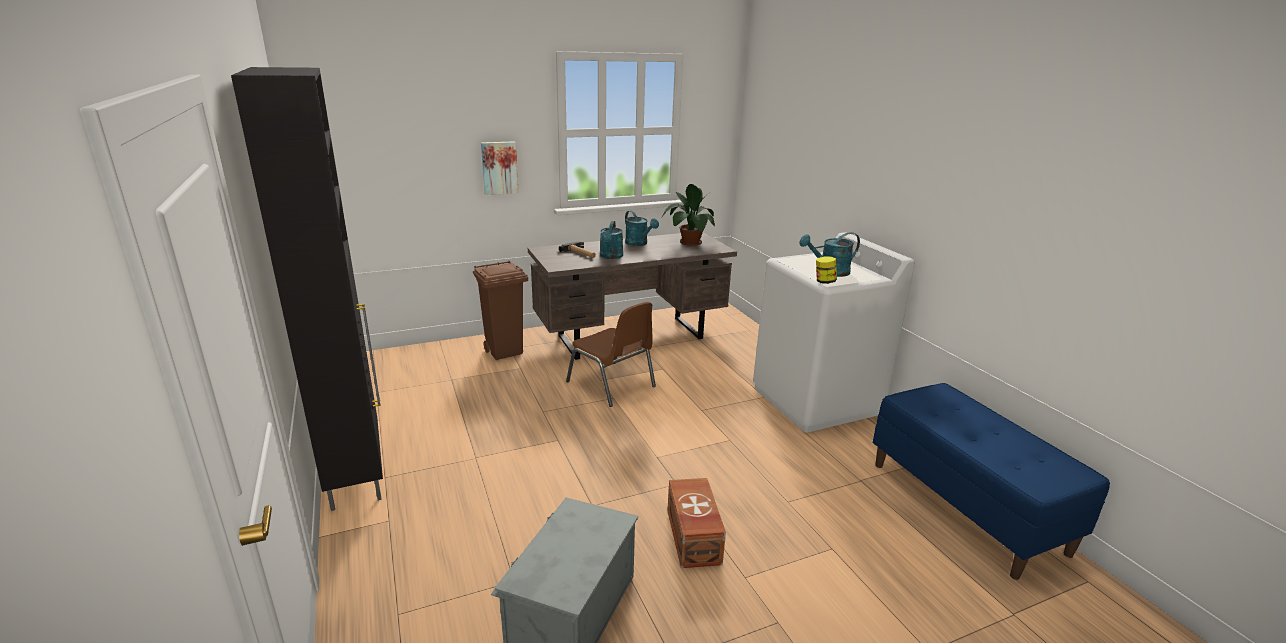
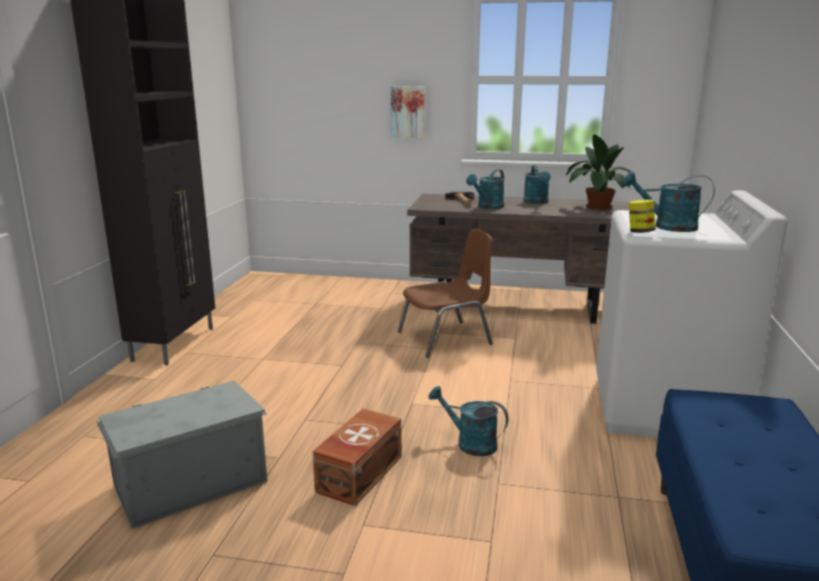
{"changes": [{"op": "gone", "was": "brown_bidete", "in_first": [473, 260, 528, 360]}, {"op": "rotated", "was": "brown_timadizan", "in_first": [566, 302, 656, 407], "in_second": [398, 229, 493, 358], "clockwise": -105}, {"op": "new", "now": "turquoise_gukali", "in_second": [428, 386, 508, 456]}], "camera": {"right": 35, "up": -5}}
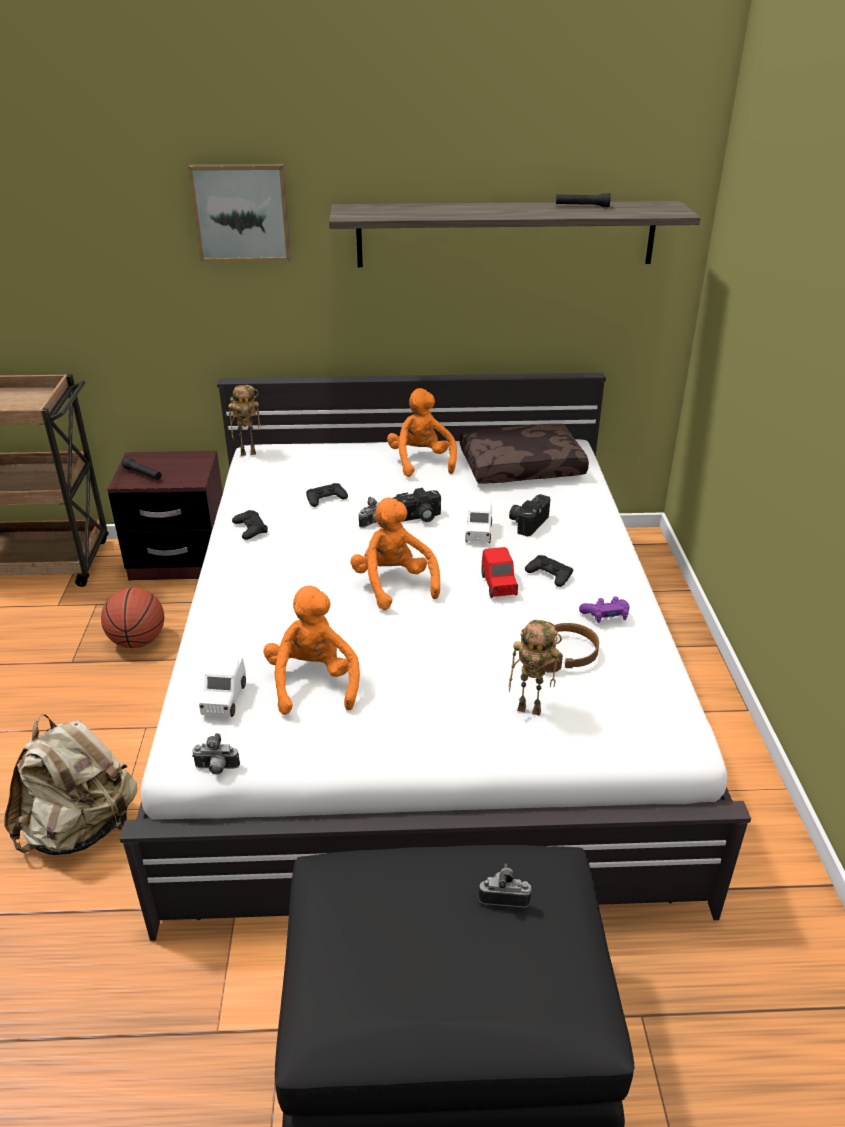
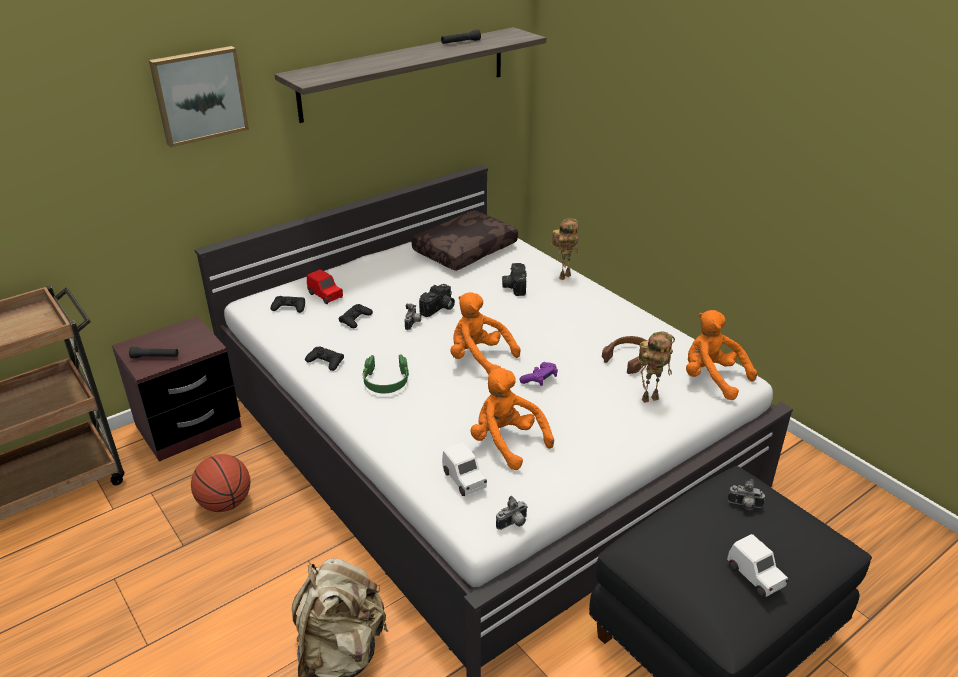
{"changes": [{"op": "shifted", "was": "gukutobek", "in_first": [228, 385, 261, 456], "in_second": [552, 218, 579, 280]}, {"op": "shifted", "was": "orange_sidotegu", "in_first": [387, 388, 457, 477], "in_second": [686, 310, 757, 400]}, {"op": "shifted", "was": "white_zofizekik", "in_first": [465, 498, 492, 543], "in_second": [727, 534, 789, 597]}, {"op": "rotated", "was": "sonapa", "in_first": [479, 864, 532, 907], "in_second": [727, 479, 765, 510], "clockwise": -135}, {"op": "shifted", "was": "red_zofizekik", "in_first": [481, 547, 518, 598], "in_second": [307, 269, 343, 304]}, {"op": "shifted", "was": "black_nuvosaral", "in_first": [525, 555, 573, 587], "in_second": [270, 296, 305, 313]}, {"op": "shifted", "was": "purple_nuvosaral", "in_first": [579, 596, 630, 623], "in_second": [520, 362, 558, 386]}, {"op": "new", "now": "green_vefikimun", "in_second": [362, 354, 409, 393]}], "camera": {"right": -35, "up": 0}}
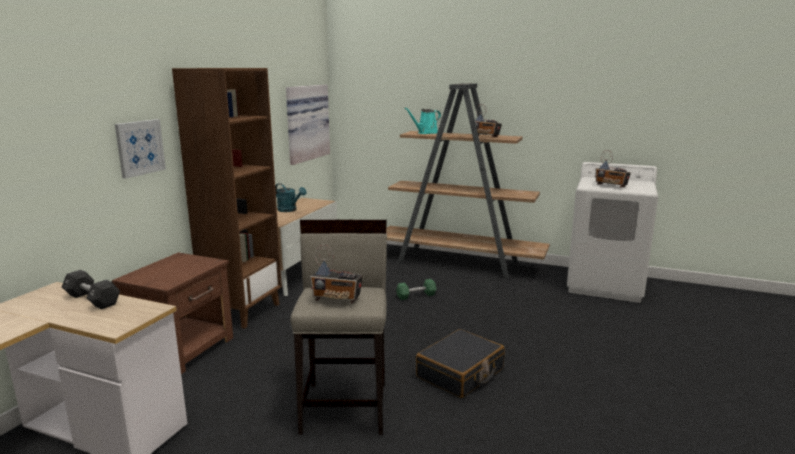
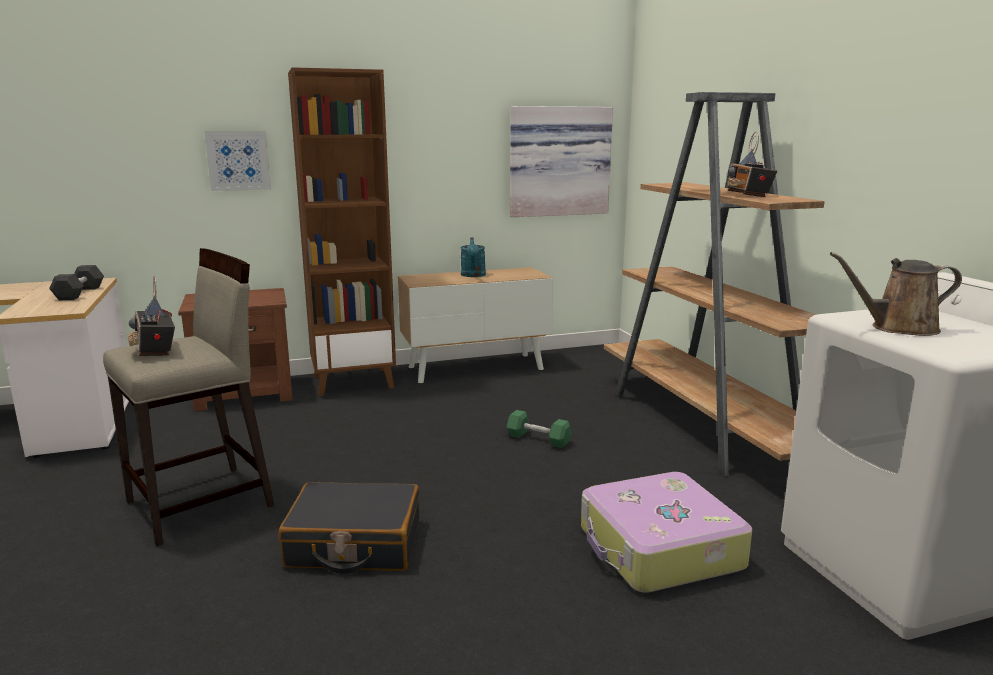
{"changes": [{"op": "gone", "was": "turquoise_gukali", "in_first": [404, 107, 441, 134]}, {"op": "swapped", "was": "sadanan", "now": "brown_gukali", "in_first": [595, 150, 631, 187], "in_second": [830, 252, 962, 336]}, {"op": "new", "now": "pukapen", "in_second": [581, 472, 752, 593]}], "camera": {"right": 50, "up": 0}}
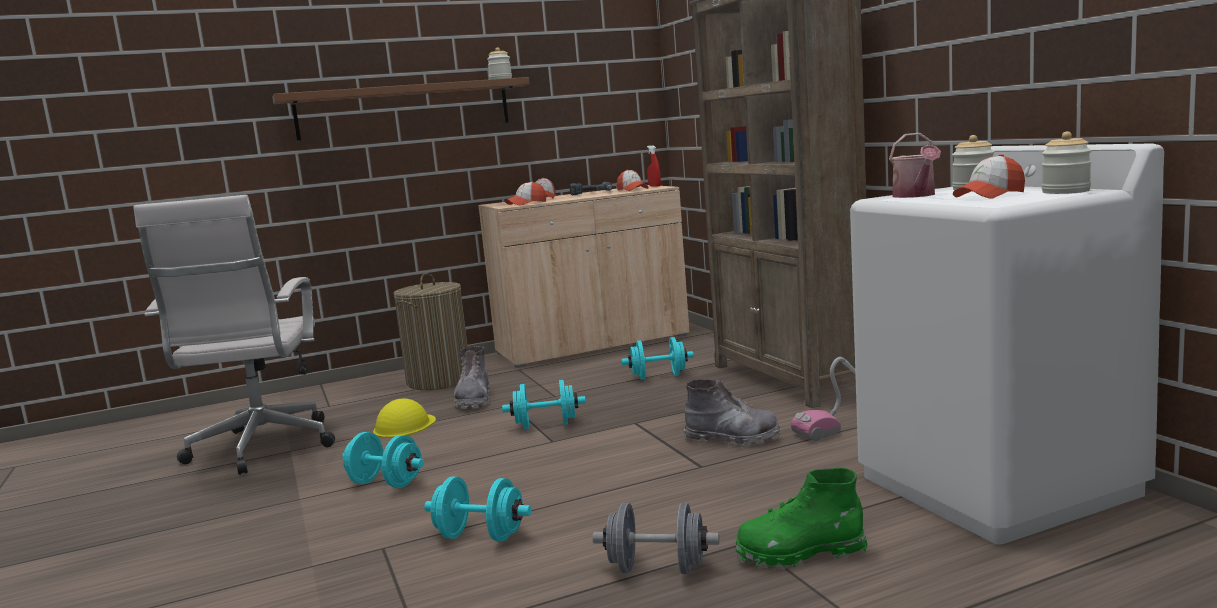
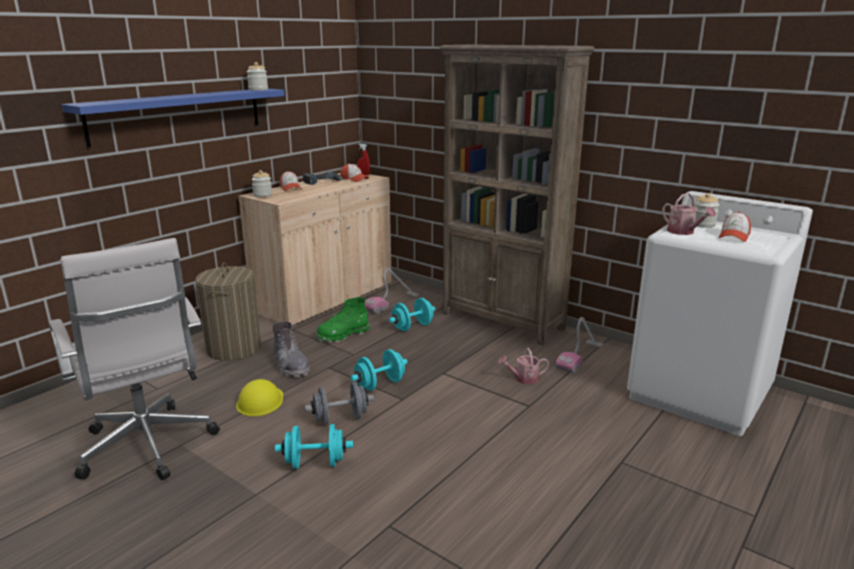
{"changes": [{"op": "repainted", "was": "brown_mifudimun", "now": "blue_mifudimun", "in_first": [272, 77, 530, 141], "in_second": [62, 89, 284, 147]}, {"op": "gone", "was": "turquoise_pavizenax", "in_first": [424, 477, 532, 541]}, {"op": "gone", "was": "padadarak", "in_first": [505, 181, 546, 205]}, {"op": "shifted", "was": "grey_pavizenax", "in_first": [593, 503, 719, 574], "in_second": [305, 382, 374, 425]}, {"op": "swapped", "was": "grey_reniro", "now": "gukali", "in_first": [684, 379, 781, 447], "in_second": [498, 348, 549, 384]}, {"op": "shifted", "was": "green_reniro", "in_first": [735, 468, 868, 570], "in_second": [316, 297, 370, 343]}, {"op": "shifted", "was": "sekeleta", "in_first": [1042, 131, 1092, 194], "in_second": [252, 170, 272, 197]}, {"op": "new", "now": "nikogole", "in_second": [365, 268, 420, 314]}], "camera": {"right": -30, "up": 10}}
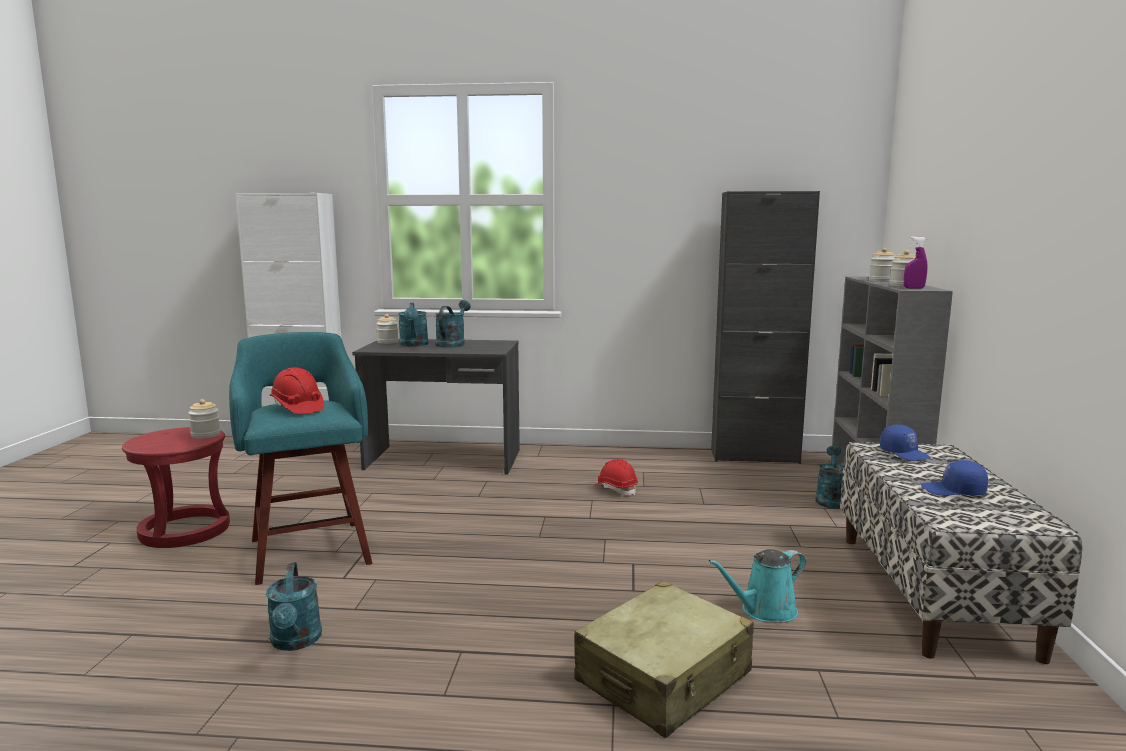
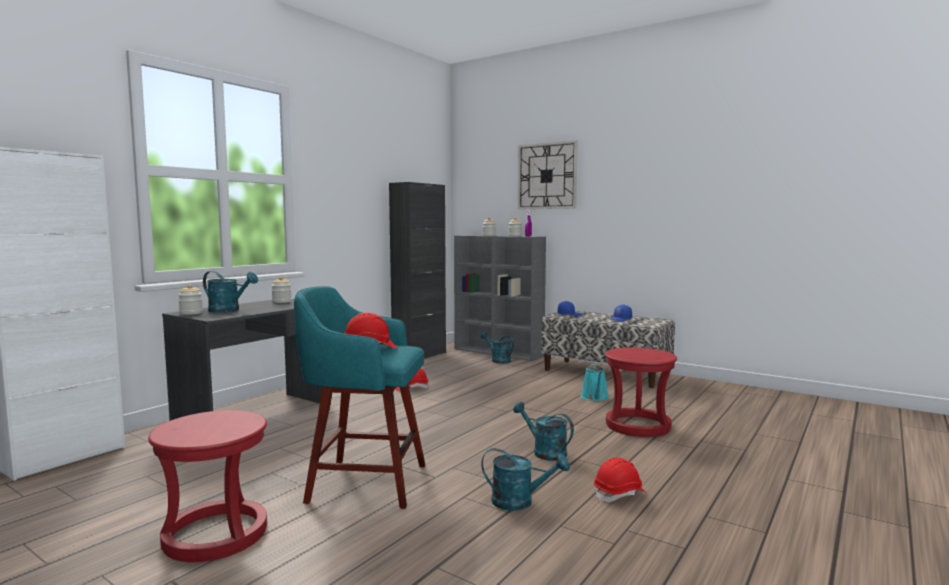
{"changes": [{"op": "shifted", "was": "sekeleta", "in_first": [188, 399, 220, 439], "in_second": [271, 277, 292, 303]}, {"op": "shifted", "was": "turquoise_gukali", "in_first": [435, 300, 471, 348], "in_second": [513, 402, 574, 461]}, {"op": "swapped", "was": "beige_pukapen", "now": "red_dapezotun", "in_first": [574, 581, 754, 738], "in_second": [605, 347, 677, 437]}, {"op": "new", "now": "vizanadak", "in_second": [518, 140, 578, 209]}, {"op": "new", "now": "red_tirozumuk", "in_second": [594, 458, 646, 502]}], "camera": {"right": -60, "up": -5}}
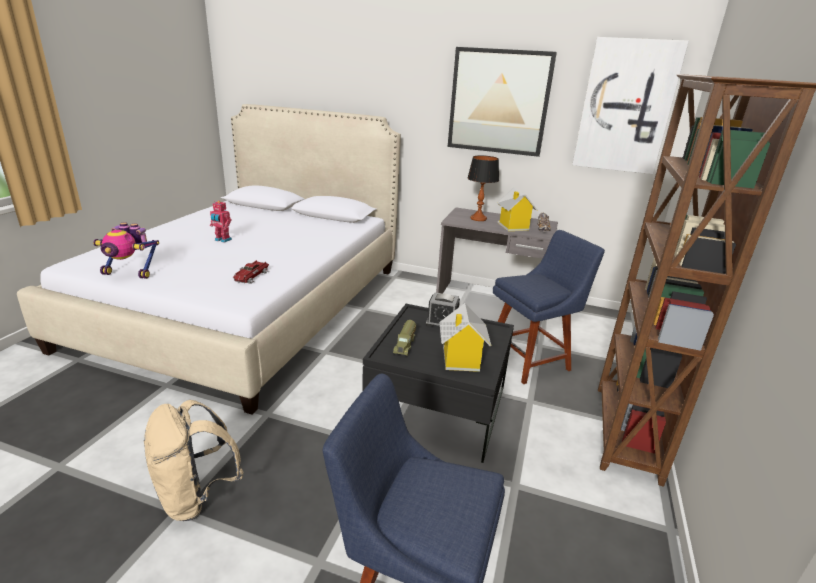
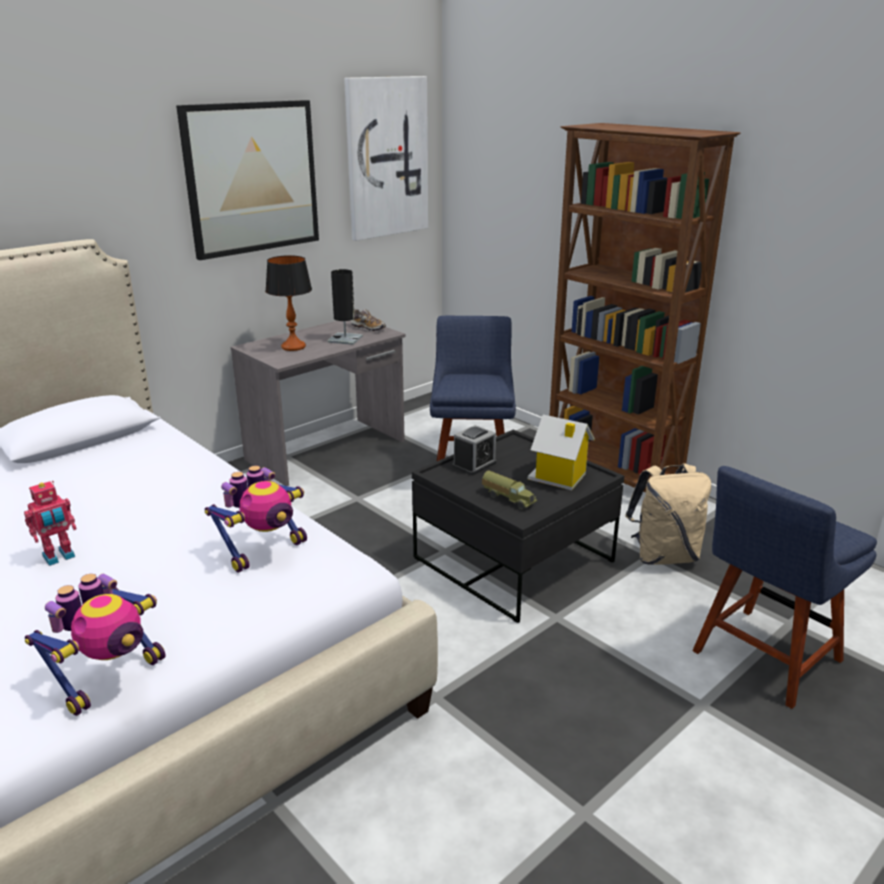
{"changes": [{"op": "shifted", "was": "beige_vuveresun", "in_first": [144, 400, 243, 521], "in_second": [625, 463, 711, 565]}, {"op": "swapped", "was": "zofizekik", "now": "gukutobek", "in_first": [232, 260, 270, 284], "in_second": [205, 466, 307, 573]}, {"op": "swapped", "was": "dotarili", "now": "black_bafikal", "in_first": [497, 188, 538, 231], "in_second": [327, 269, 363, 345]}], "camera": {"right": -60, "up": 0}}
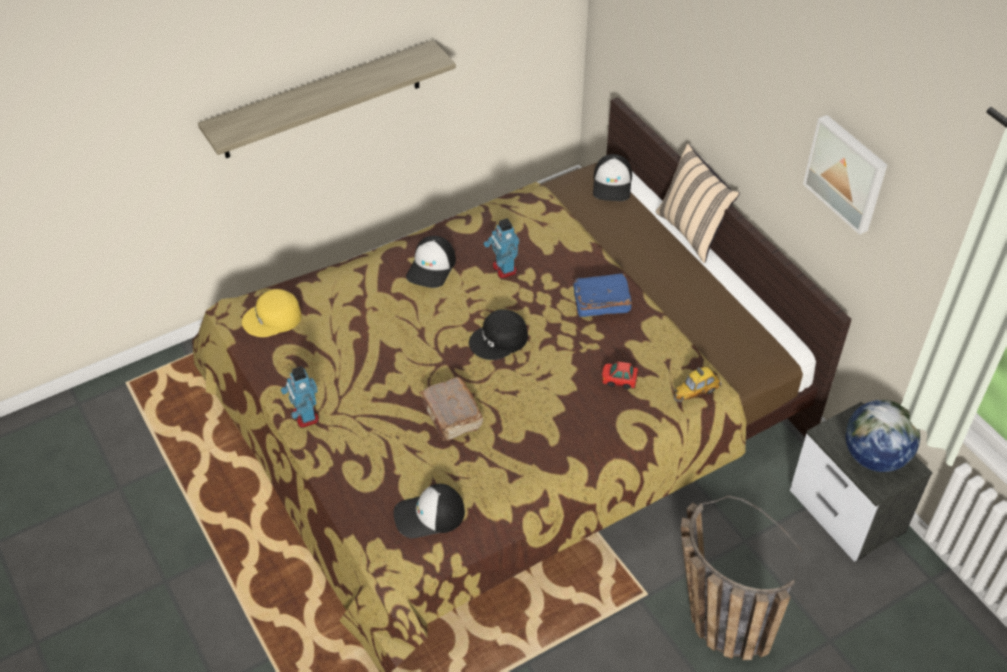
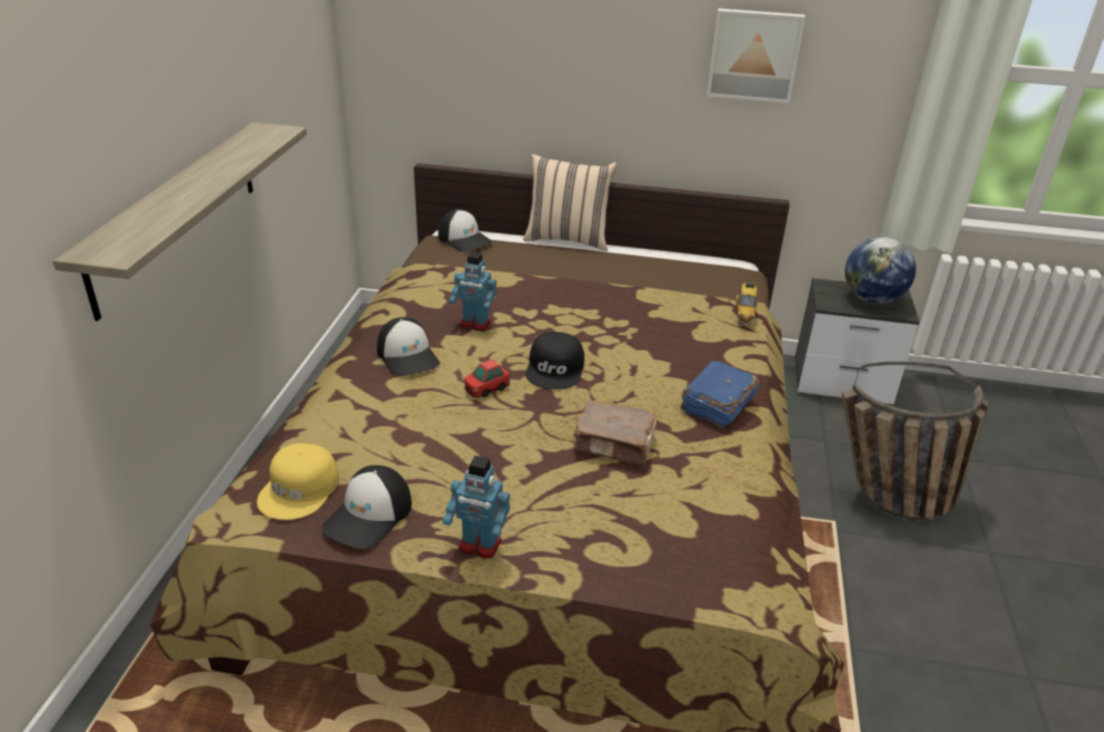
{"changes": [{"op": "shifted", "was": "padadarak", "in_first": [393, 484, 465, 538], "in_second": [322, 465, 412, 549]}, {"op": "shifted", "was": "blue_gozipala", "in_first": [573, 273, 632, 317], "in_second": [680, 361, 759, 428]}, {"op": "shifted", "was": "zofizekik", "in_first": [602, 361, 638, 389], "in_second": [465, 359, 510, 398]}], "camera": {"right": -50, "up": -15}}
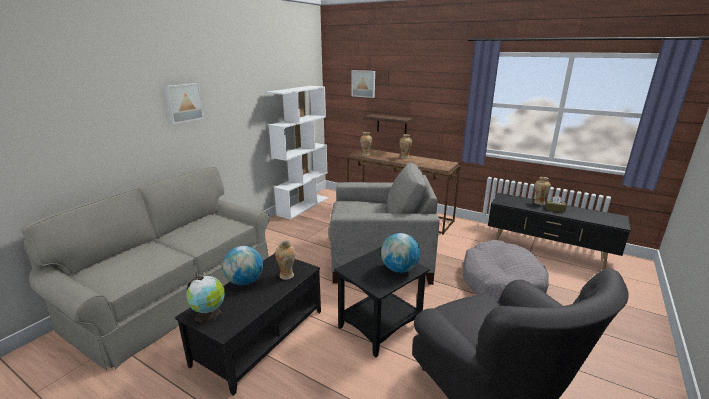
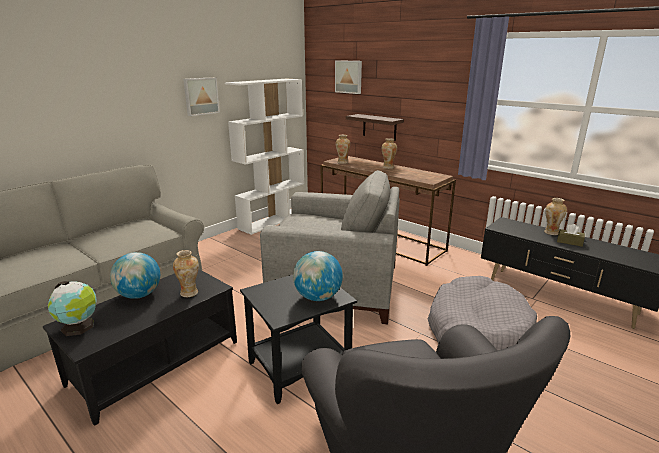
{"changes": [{"op": "shifted", "was": "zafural", "in_first": [164, 83, 204, 124], "in_second": [183, 77, 220, 116]}], "camera": {"right": 10, "up": 0}}
